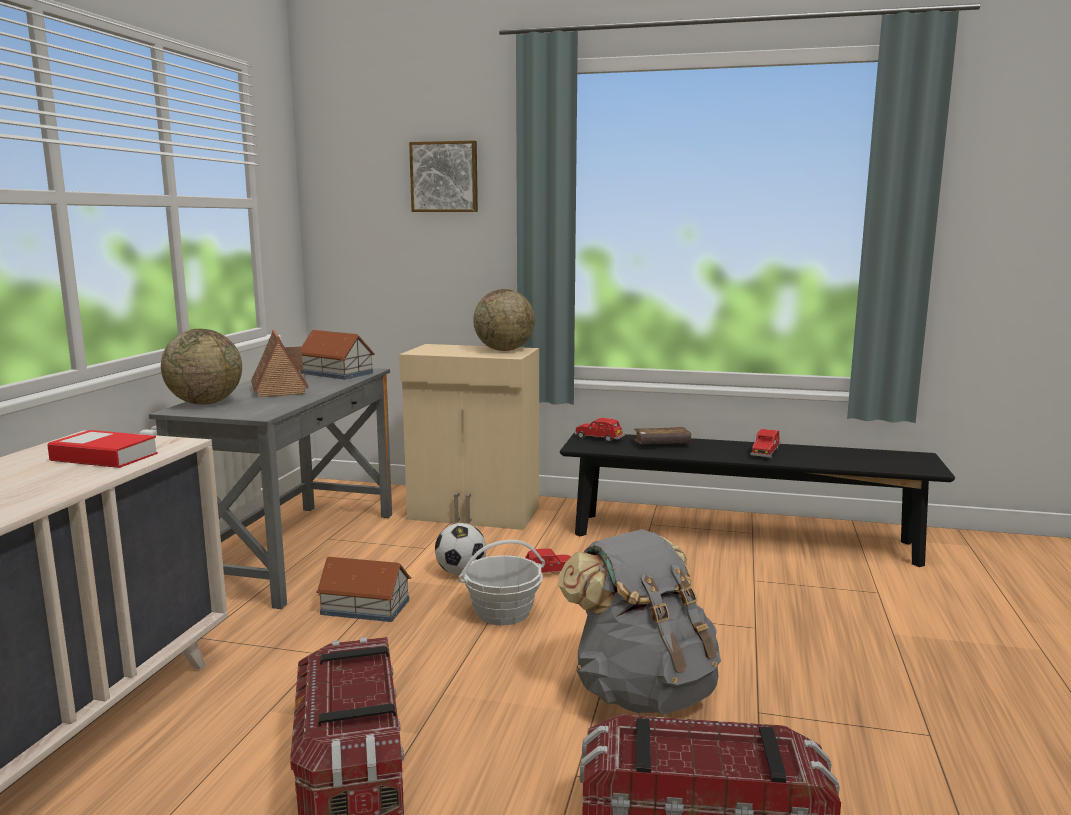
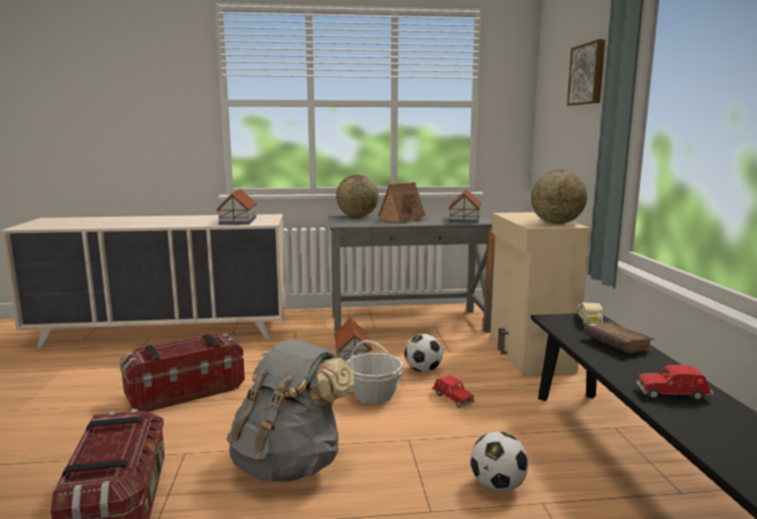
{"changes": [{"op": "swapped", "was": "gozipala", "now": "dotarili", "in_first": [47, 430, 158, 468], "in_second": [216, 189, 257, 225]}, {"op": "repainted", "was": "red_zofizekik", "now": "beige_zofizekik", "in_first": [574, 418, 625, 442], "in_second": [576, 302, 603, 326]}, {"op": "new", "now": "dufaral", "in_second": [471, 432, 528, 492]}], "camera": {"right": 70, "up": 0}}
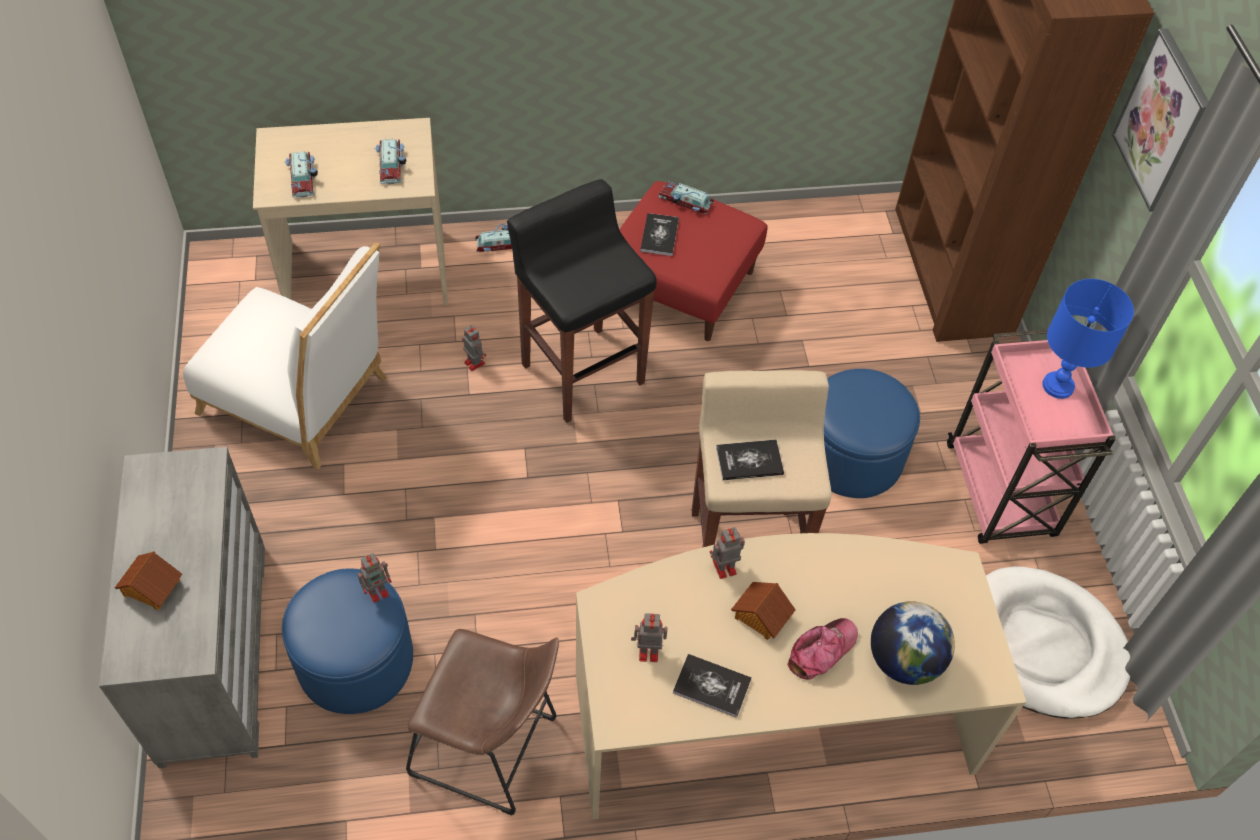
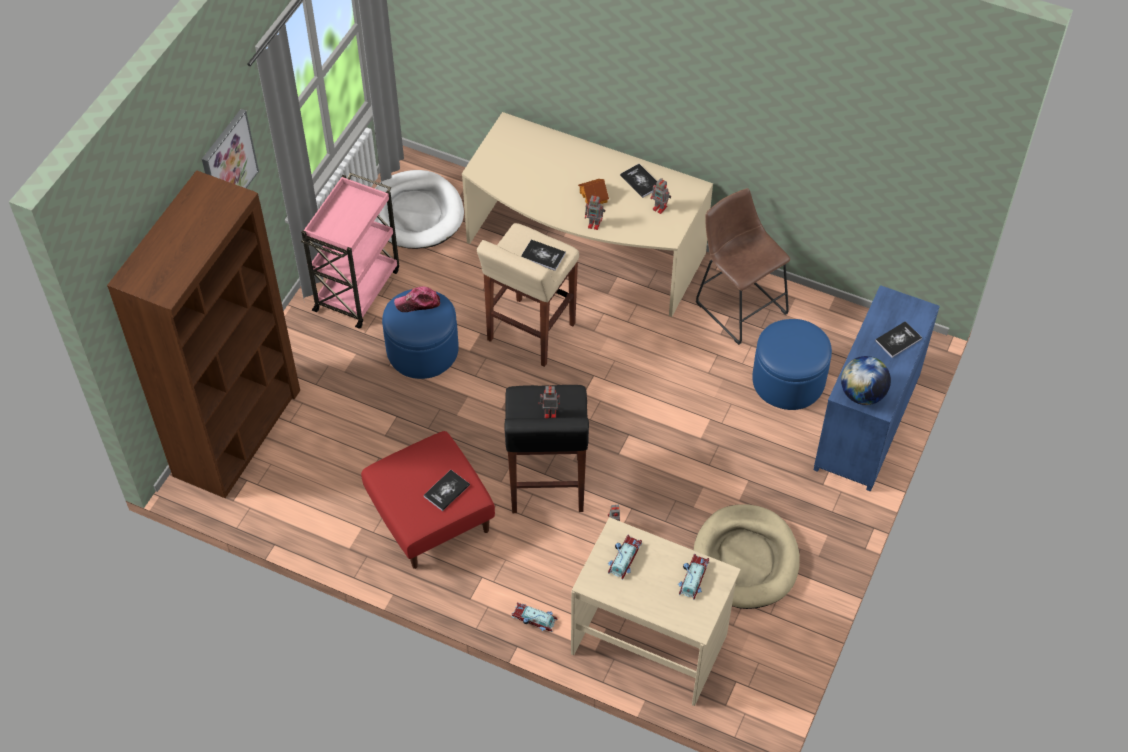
{"changes": [{"op": "repainted", "was": "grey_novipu", "now": "blue_novipu", "in_first": [99, 447, 265, 768], "in_second": [814, 285, 940, 492]}, {"op": "swapped", "was": "dotarili", "now": "gozipala", "in_first": [115, 551, 182, 610], "in_second": [875, 321, 922, 358]}, {"op": "swapped", "was": "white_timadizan", "now": "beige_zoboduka", "in_first": [183, 243, 387, 469], "in_second": [694, 504, 800, 609]}, {"op": "shifted", "was": "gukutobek", "in_first": [357, 553, 392, 603], "in_second": [539, 386, 560, 418]}, {"op": "gone", "was": "zofizekik", "in_first": [658, 181, 714, 214]}, {"op": "shifted", "was": "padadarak", "in_first": [787, 618, 858, 680], "in_second": [394, 286, 440, 312]}, {"op": "shifted", "was": "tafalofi", "in_first": [871, 601, 955, 685], "in_second": [841, 356, 891, 405]}, {"op": "gone", "was": "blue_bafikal", "in_first": [1042, 279, 1134, 399]}], "camera": {"right": -145, "up": 0}}
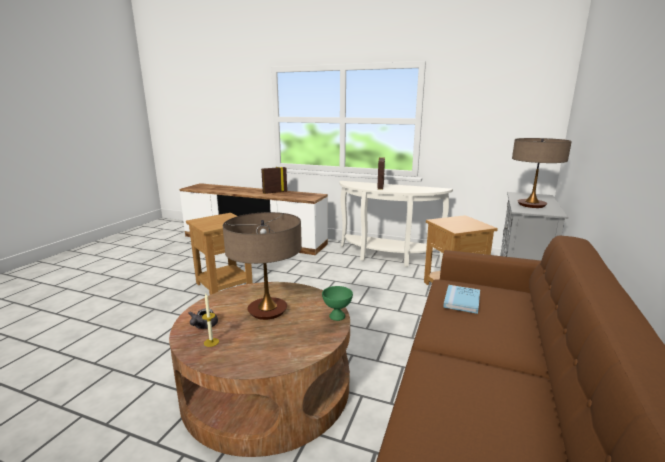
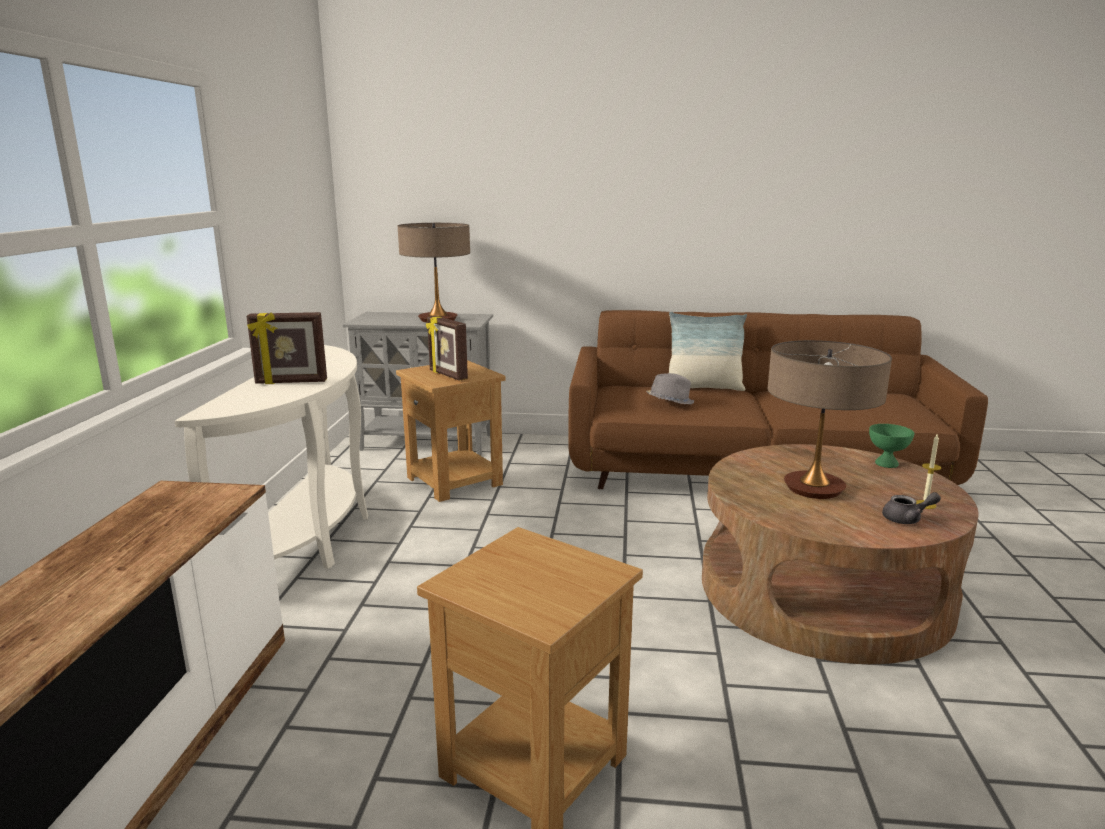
{"changes": [{"op": "shifted", "was": "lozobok", "in_first": [261, 166, 287, 194], "in_second": [426, 316, 468, 381]}, {"op": "shifted", "was": "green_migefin", "in_first": [322, 286, 353, 321], "in_second": [869, 424, 914, 468]}, {"op": "swapped", "was": "blue_gozipala", "now": "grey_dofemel", "in_first": [443, 285, 480, 314], "in_second": [646, 373, 694, 404]}, {"op": "new", "now": "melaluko", "in_second": [669, 312, 747, 391]}], "camera": {"right": -105, "up": 0}}
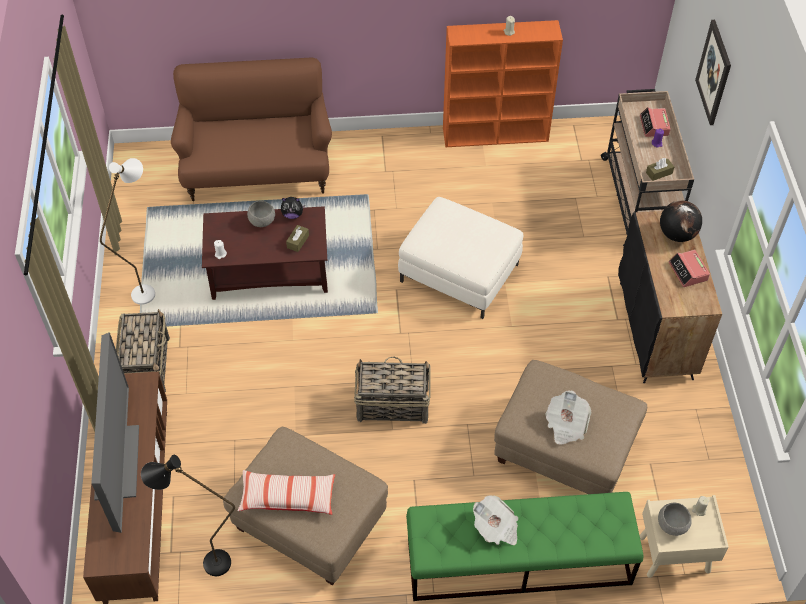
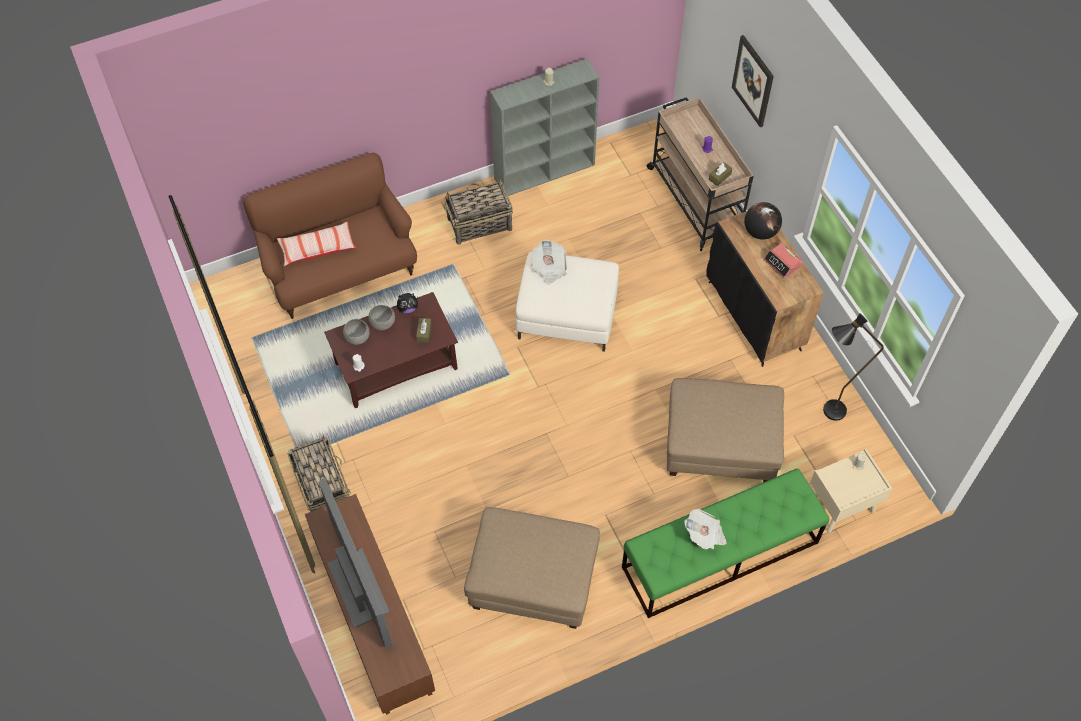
{"changes": [{"op": "gone", "was": "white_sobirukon", "in_first": [100, 158, 155, 305]}, {"op": "shifted", "was": "black_sobirukon", "in_first": [141, 455, 235, 576], "in_second": [823, 313, 884, 421]}, {"op": "shifted", "was": "melaluko", "in_first": [238, 470, 335, 515], "in_second": [277, 222, 356, 266]}, {"op": "shifted", "was": "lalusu", "in_first": [354, 357, 431, 424], "in_second": [444, 179, 513, 245]}, {"op": "repainted", "was": "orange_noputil", "now": "grey_noputil", "in_first": [443, 20, 563, 147], "in_second": [490, 58, 600, 196]}, {"op": "shifted", "was": "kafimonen", "in_first": [545, 391, 591, 445], "in_second": [531, 239, 567, 285]}, {"op": "gone", "was": "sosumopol", "in_first": [640, 107, 671, 137]}, {"op": "shifted", "was": "grey_migefin", "in_first": [658, 503, 692, 536], "in_second": [343, 319, 370, 345]}], "camera": {"right": -20, "up": 5}}
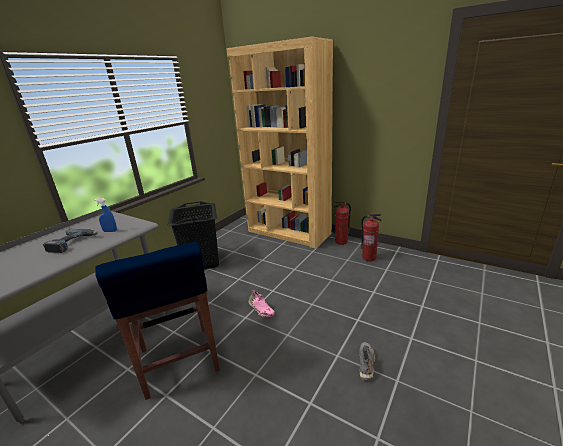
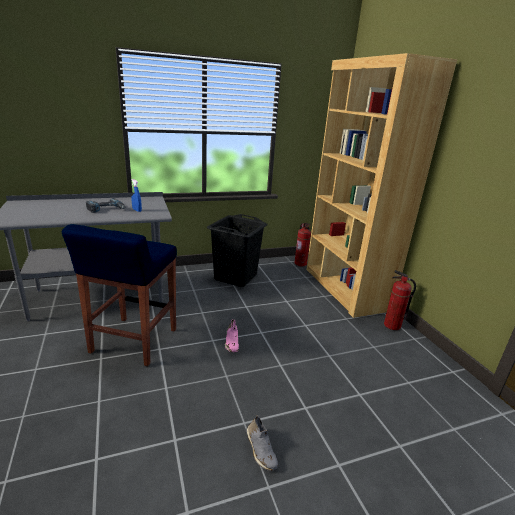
{"changes": [{"op": "rotated", "was": "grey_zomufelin", "in_first": [359, 342, 375, 380], "in_second": [247, 415, 278, 471], "clockwise": 105}, {"op": "shifted", "was": "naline", "in_first": [361, 214, 382, 261], "in_second": [295, 223, 311, 267]}], "camera": {"right": 35, "up": 0}}
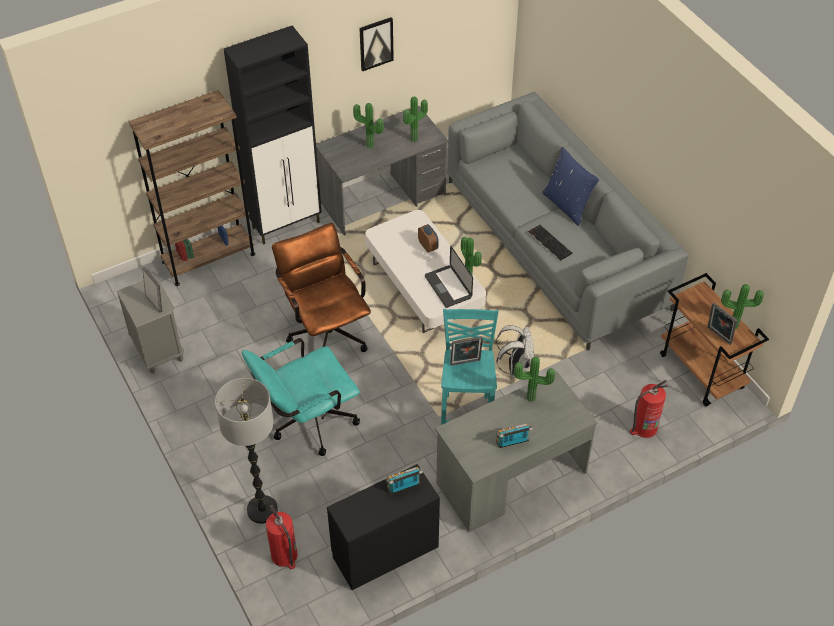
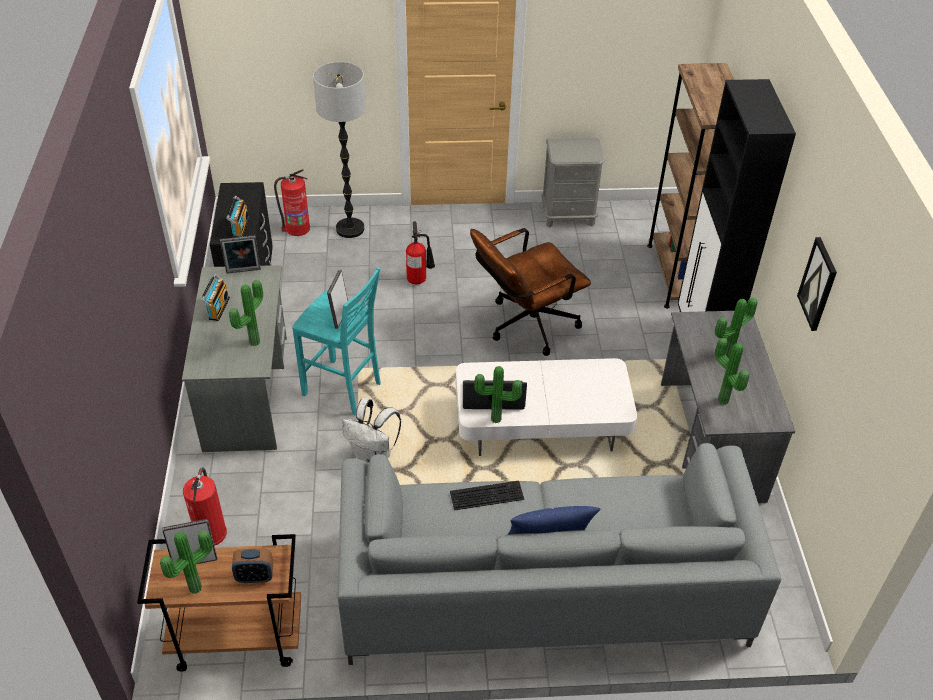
{"changes": [{"op": "shifted", "was": "lozobok", "in_first": [142, 267, 162, 313], "in_second": [220, 235, 261, 274]}, {"op": "swapped", "was": "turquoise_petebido", "now": "naline", "in_first": [242, 338, 360, 456], "in_second": [406, 221, 435, 284]}, {"op": "rotated", "was": "brown_petebido", "in_first": [272, 223, 371, 352], "in_second": [470, 228, 591, 356], "clockwise": 150}, {"op": "shifted", "was": "sosumopol", "in_first": [418, 224, 439, 253], "in_second": [232, 548, 273, 583]}], "camera": {"right": 115, "up": -5}}
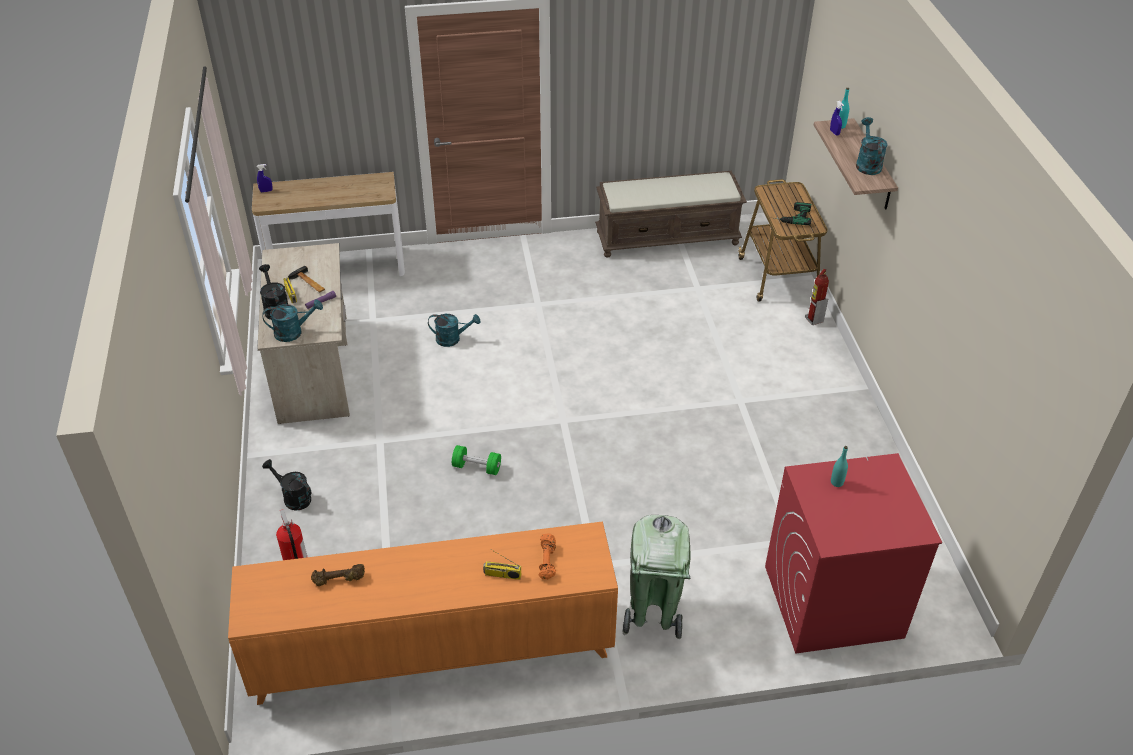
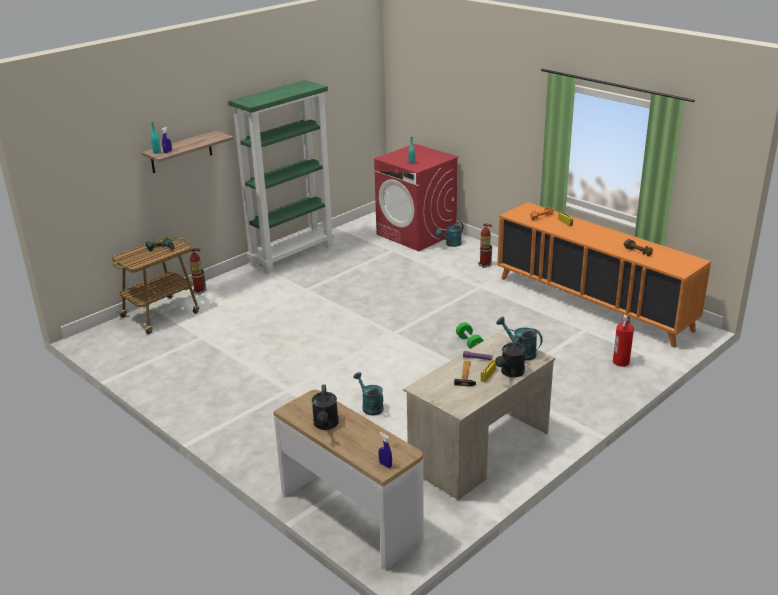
{"changes": [{"op": "shifted", "was": "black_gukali", "in_first": [262, 459, 311, 511], "in_second": [312, 385, 339, 430]}, {"op": "gone", "was": "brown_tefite", "in_first": [595, 171, 747, 258]}, {"op": "swapped", "was": "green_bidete", "now": "naline", "in_first": [622, 515, 691, 639], "in_second": [478, 223, 492, 268]}, {"op": "shifted", "was": "turquoise_gukali", "in_first": [856, 117, 888, 175], "in_second": [436, 222, 463, 247]}, {"op": "new", "now": "green_noputil", "in_second": [228, 80, 335, 274]}], "camera": {"right": -125, "up": -15}}
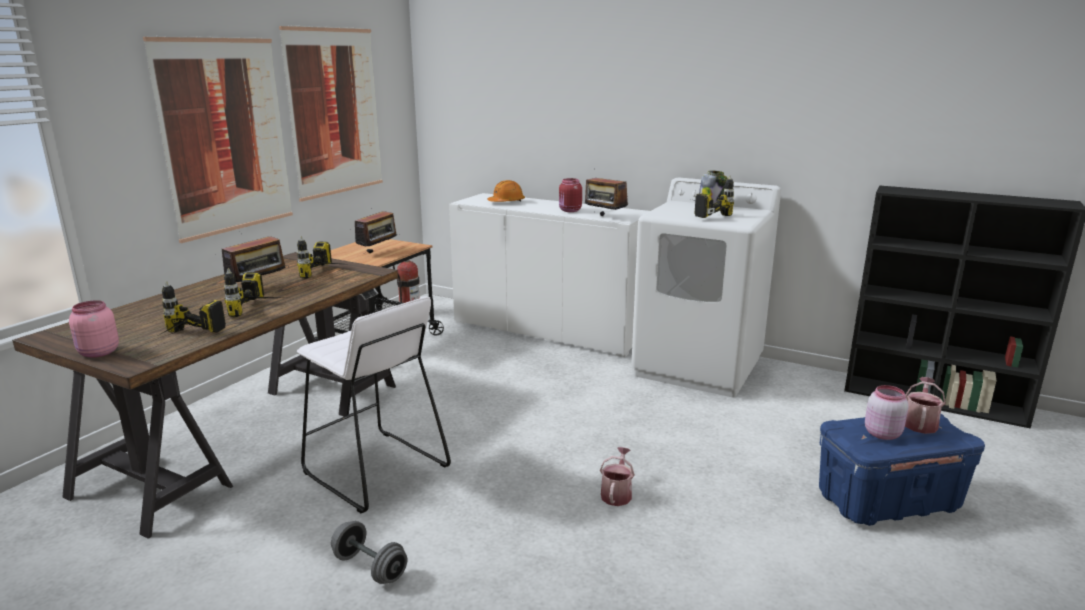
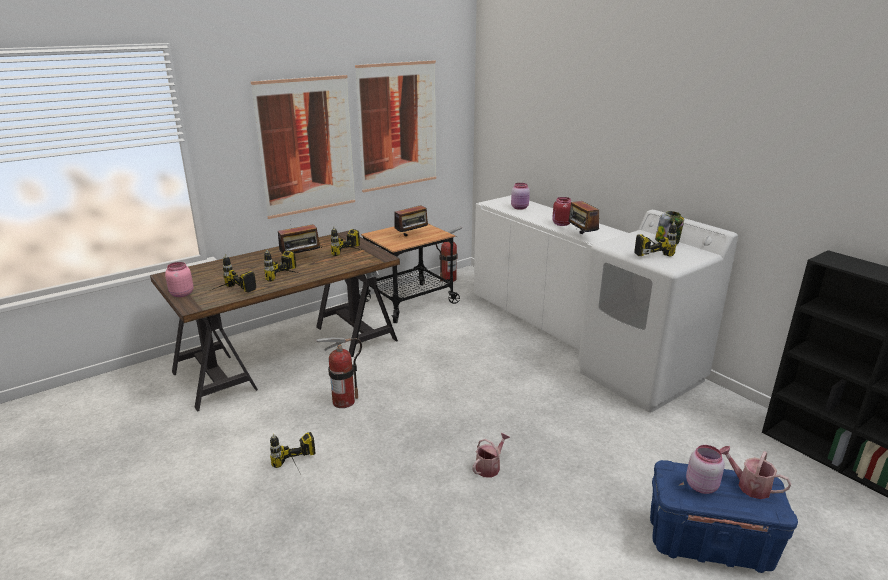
{"changes": [{"op": "swapped", "was": "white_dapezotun", "now": "naline", "in_first": [297, 297, 451, 514], "in_second": [315, 338, 362, 408]}, {"op": "swapped", "was": "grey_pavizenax", "now": "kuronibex", "in_first": [331, 521, 407, 584], "in_second": [270, 432, 316, 471]}, {"op": "swapped", "was": "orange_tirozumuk", "now": "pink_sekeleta", "in_first": [487, 180, 525, 202], "in_second": [511, 183, 530, 210]}, {"op": "rotated", "was": "gukali", "in_first": [905, 377, 946, 434], "in_second": [719, 446, 791, 499], "clockwise": -105}], "camera": {"right": 25, "up": 5}}
